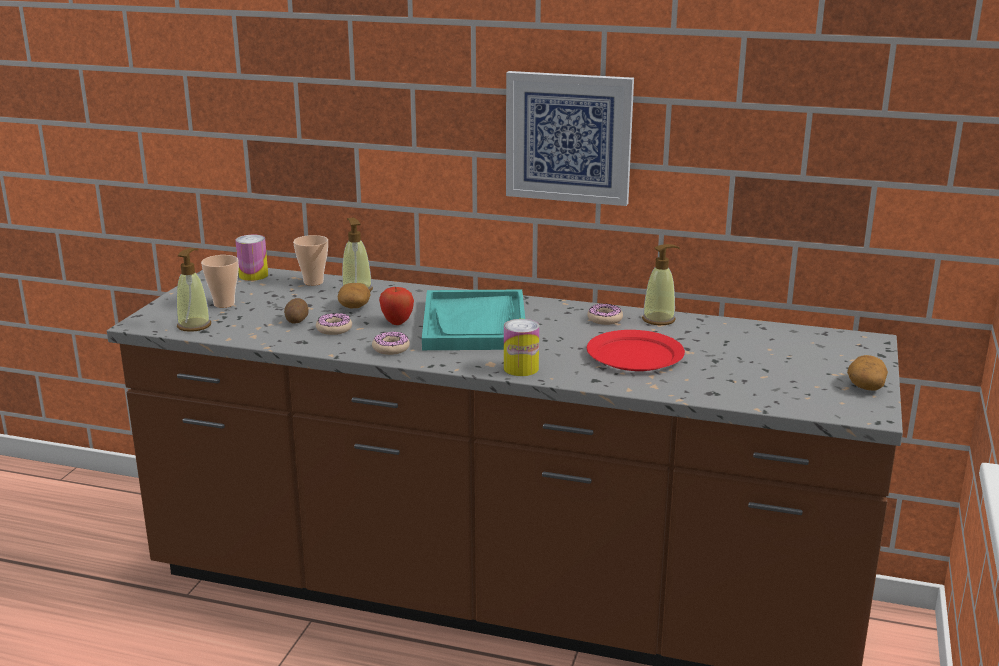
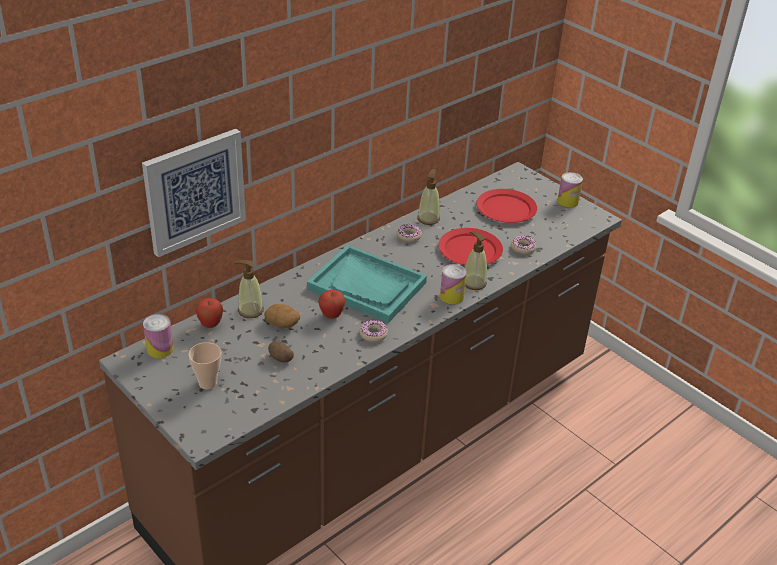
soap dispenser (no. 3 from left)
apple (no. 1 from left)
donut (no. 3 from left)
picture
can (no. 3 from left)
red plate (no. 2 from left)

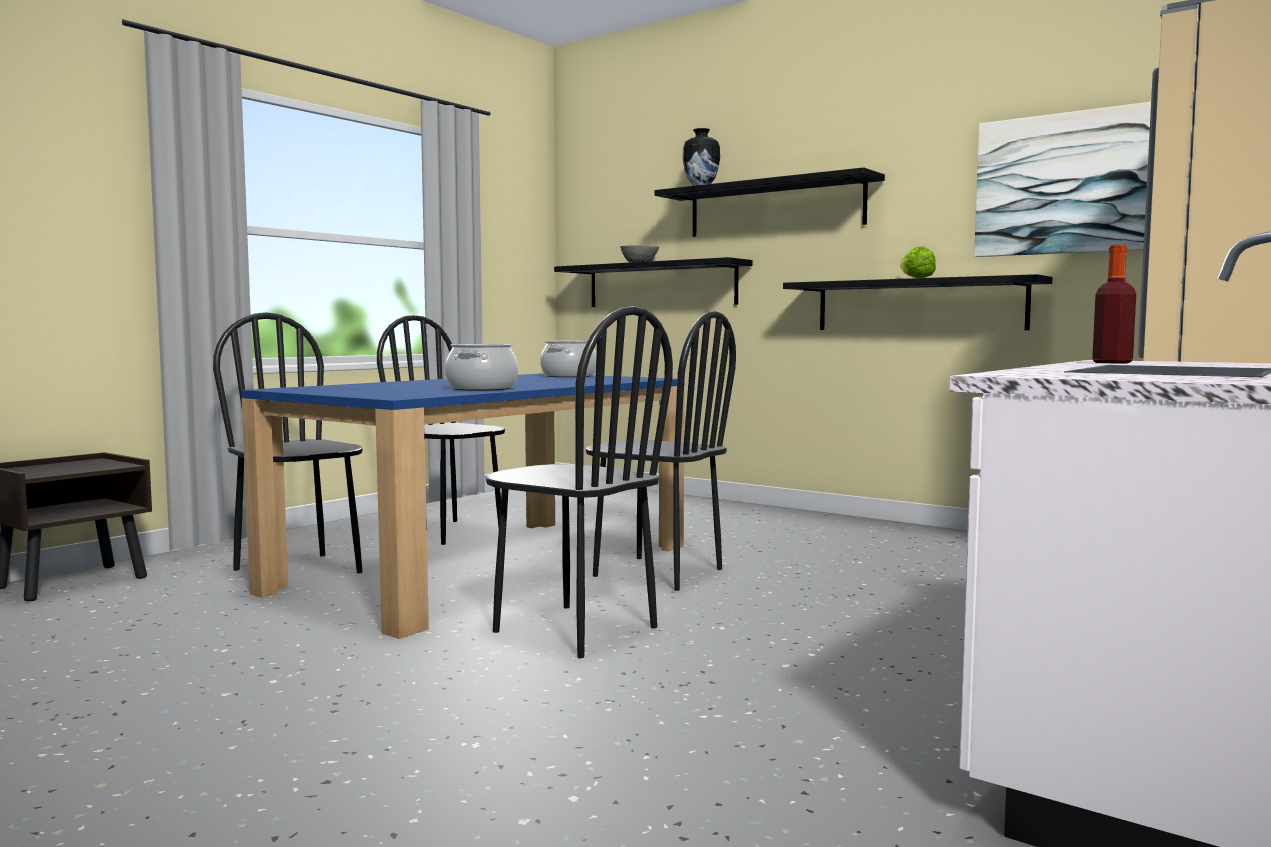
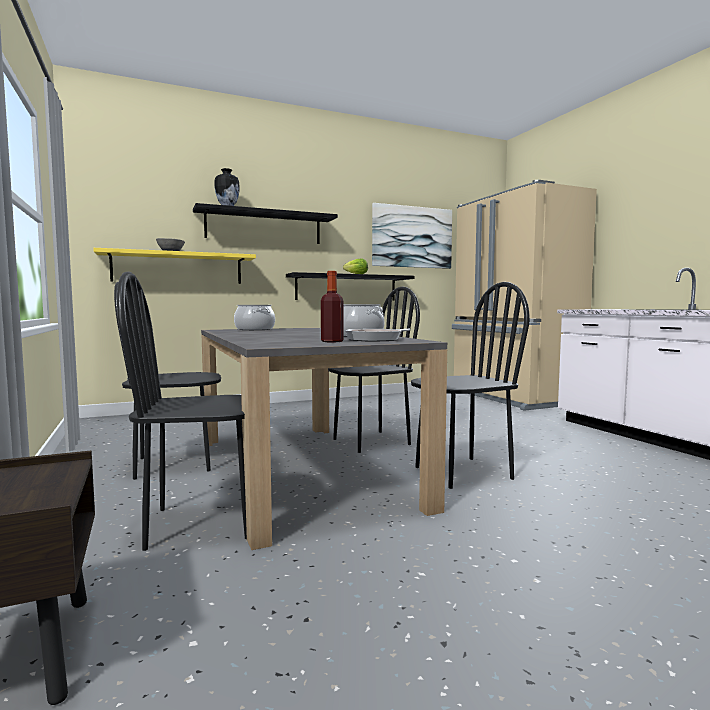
grey dining table
yellow shelf
bottle
frying pan

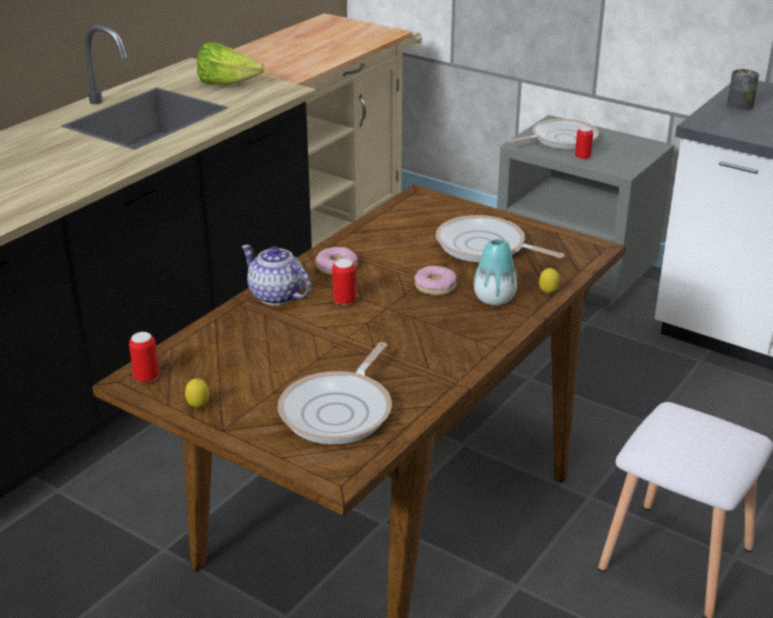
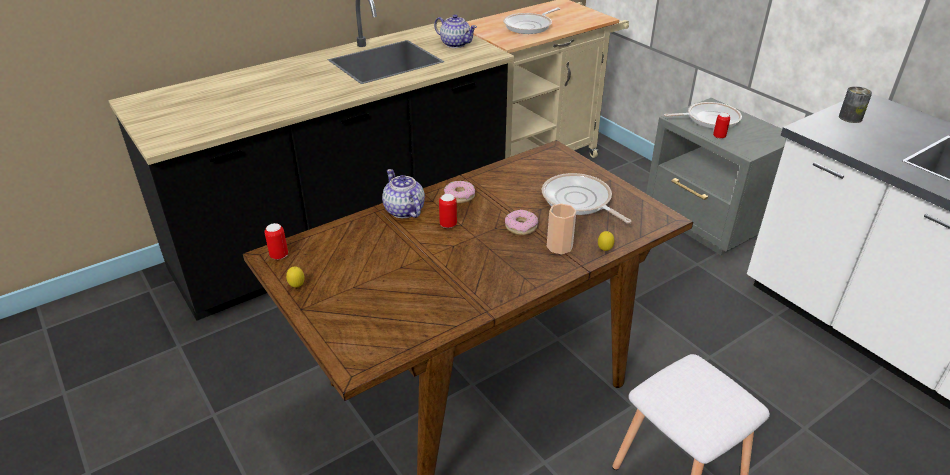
teapot (no. 2 from left)
frying pan (no. 1 from left)
cup

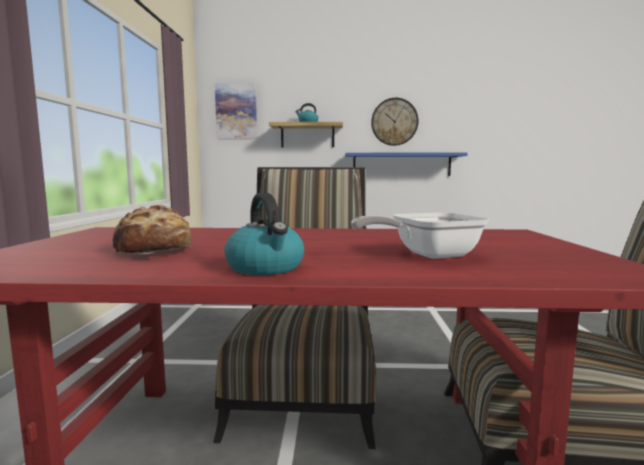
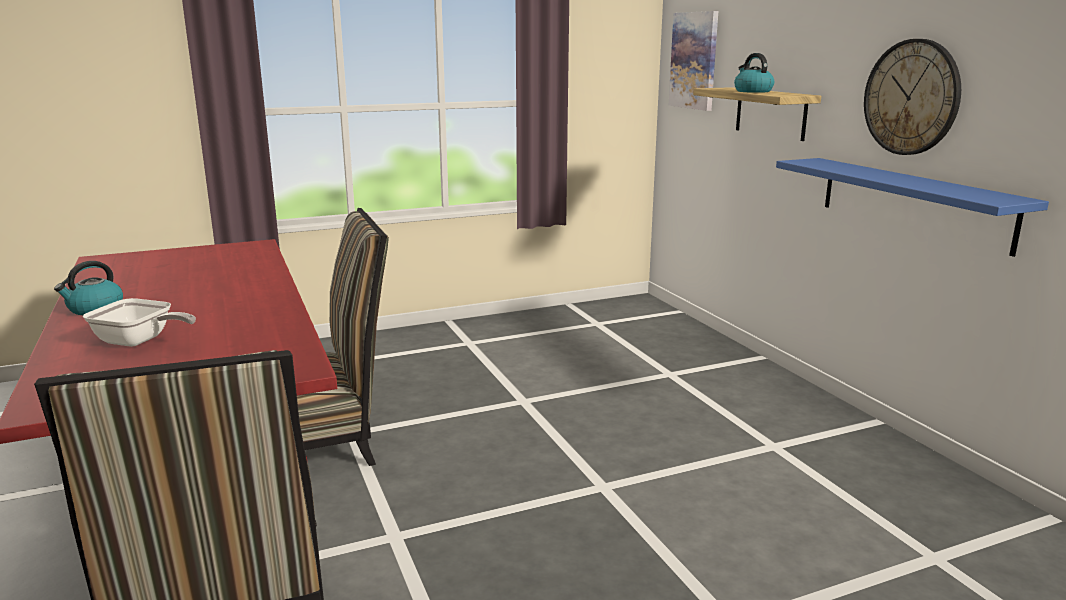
bread
frying pan

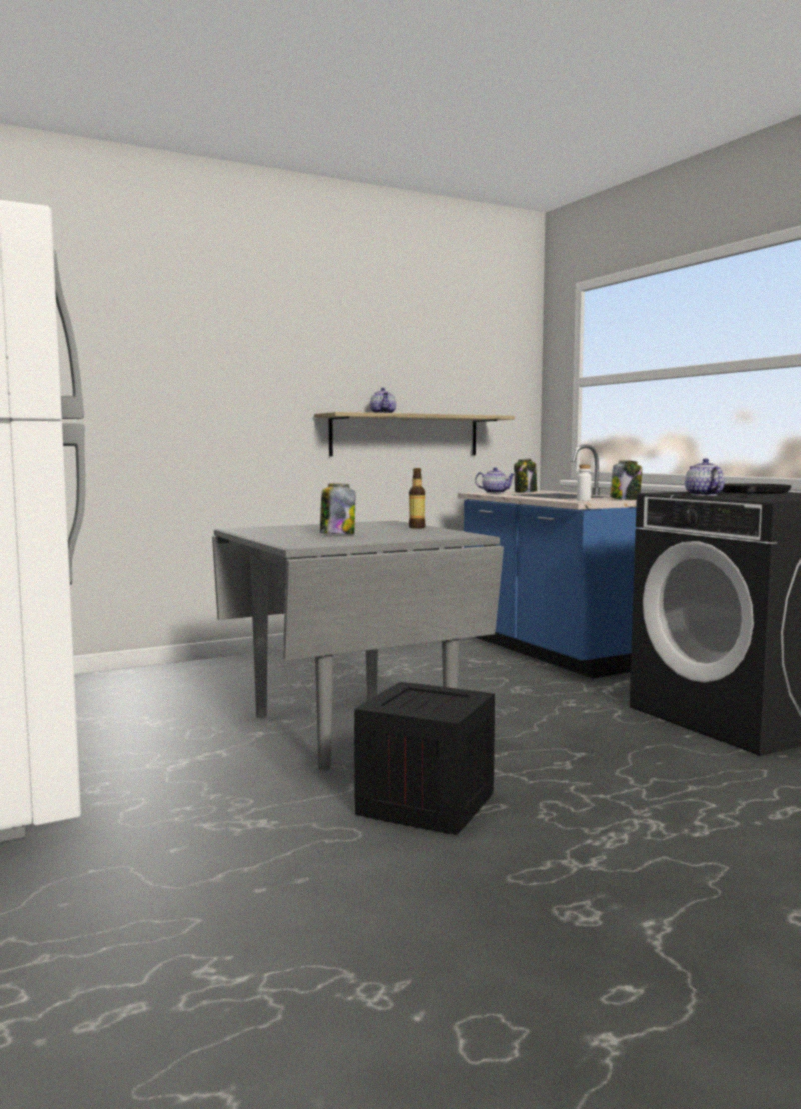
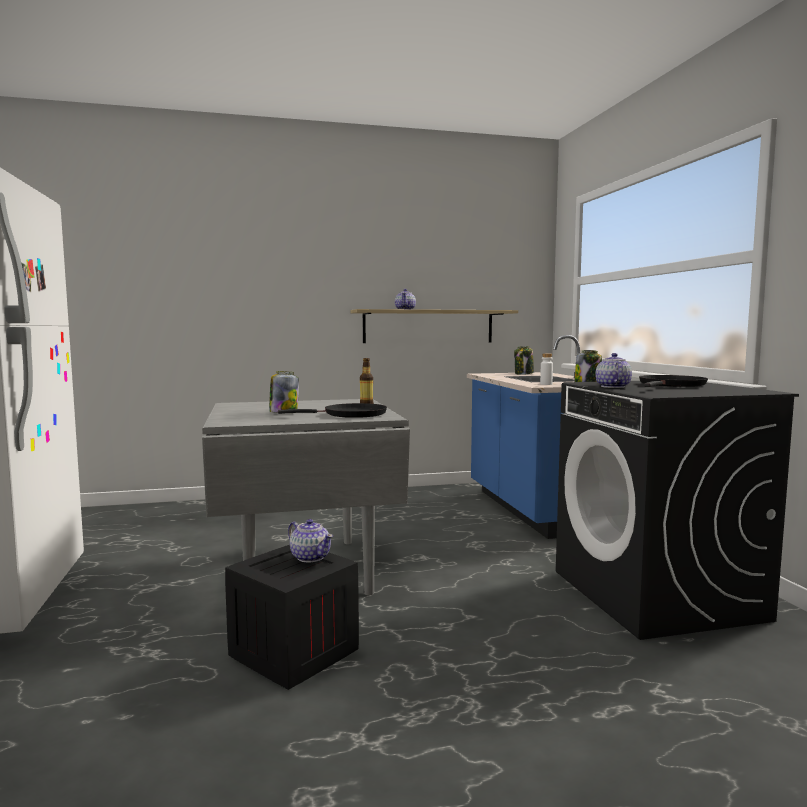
teapot (no. 1 from left)
black frying pan (no. 1 from left)

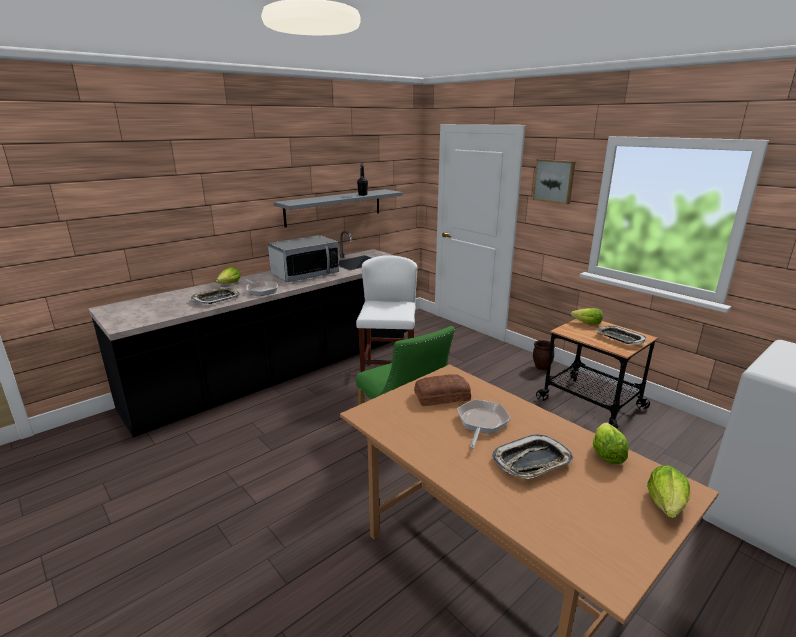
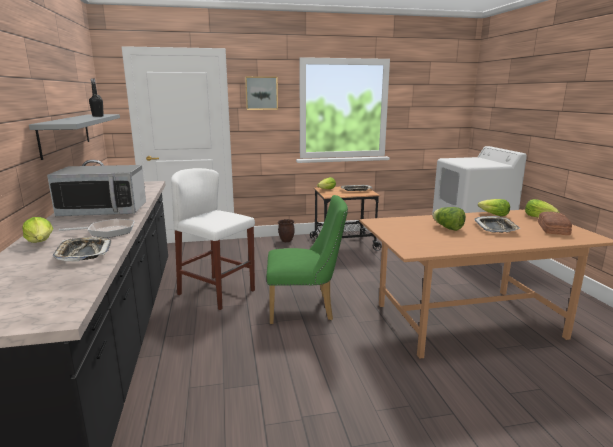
microwave
bread
lettuce (no. 3 from left)

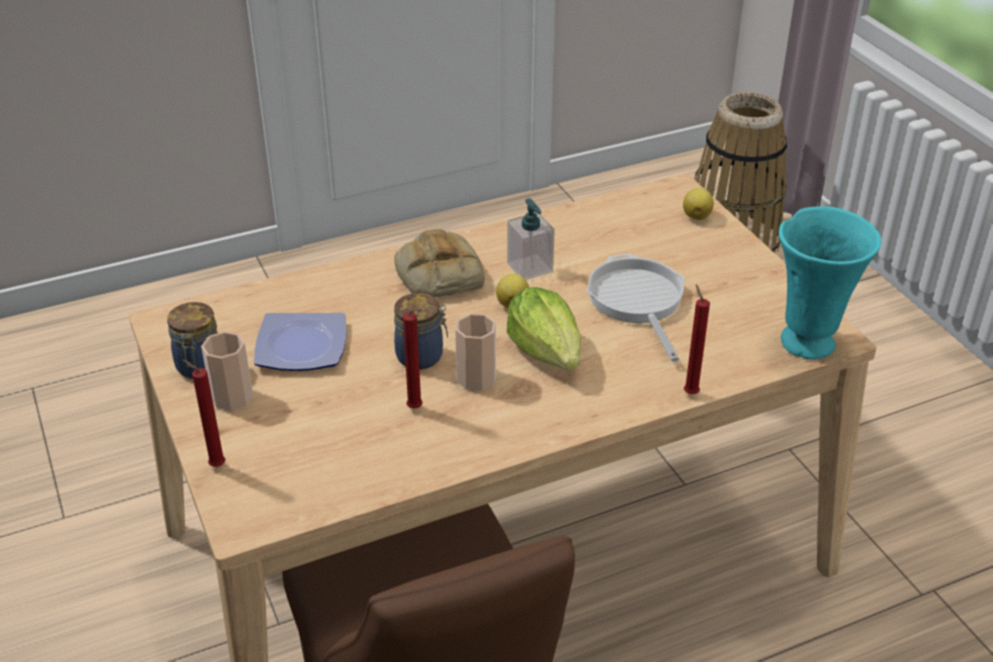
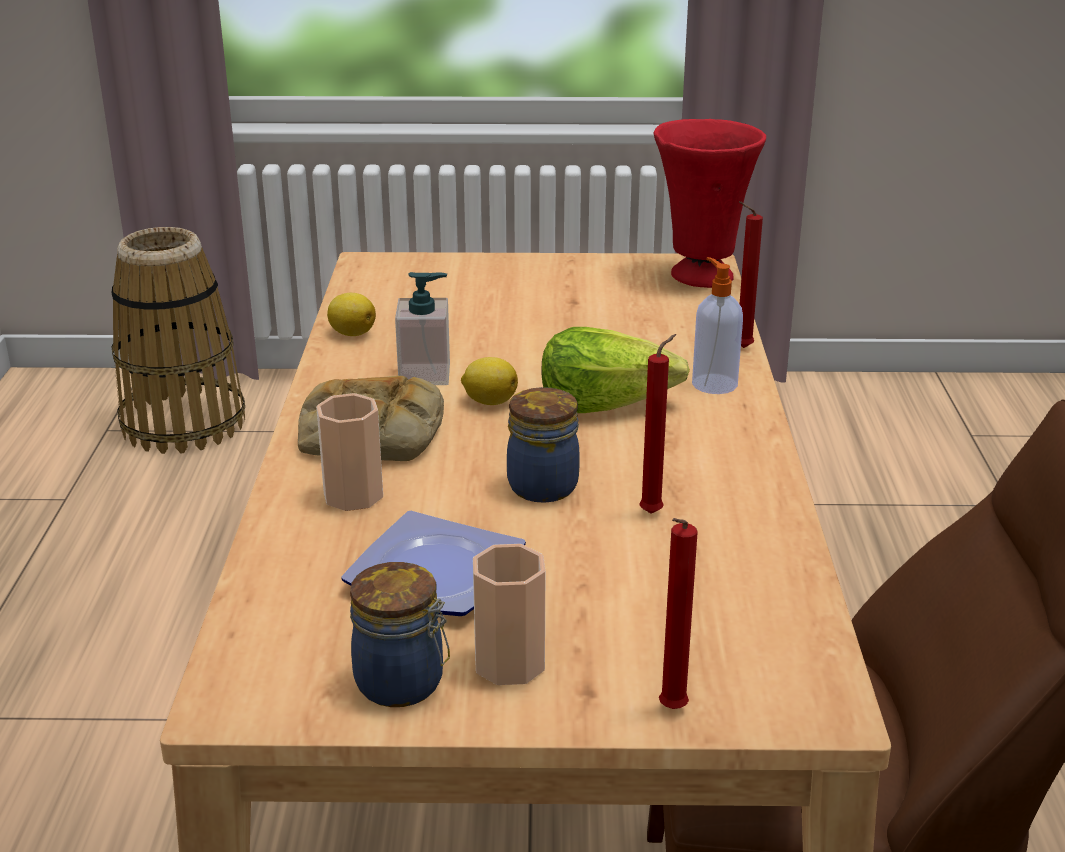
cup (no. 1 from left)
frying pan
lemon (no. 1 from left)
red vase
soap dispenser (no. 2 from left)

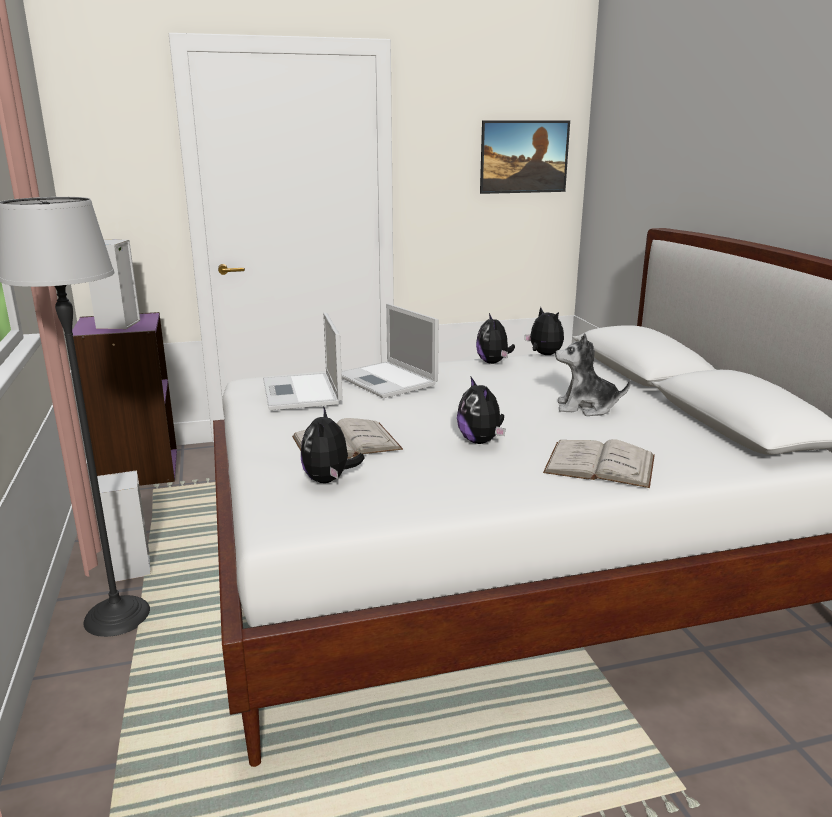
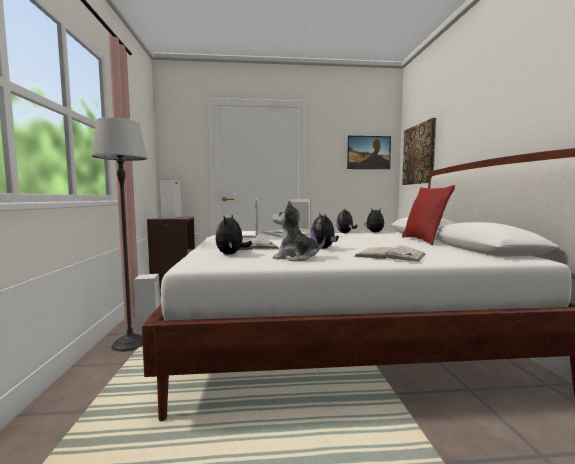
plush toy (no. 2 from left)
picture (no. 2 from left)
red pillow

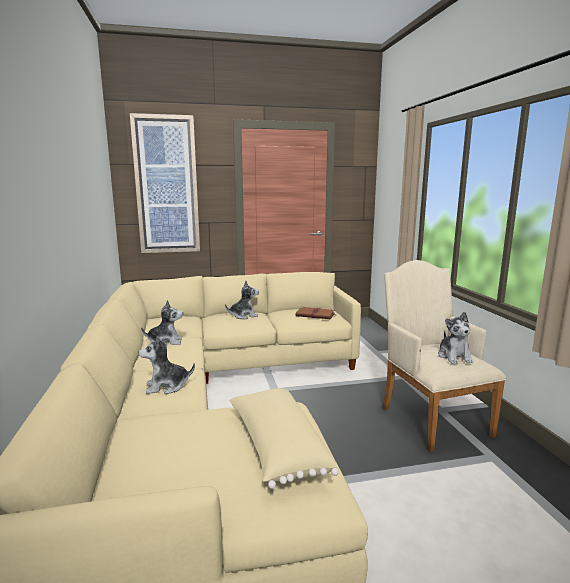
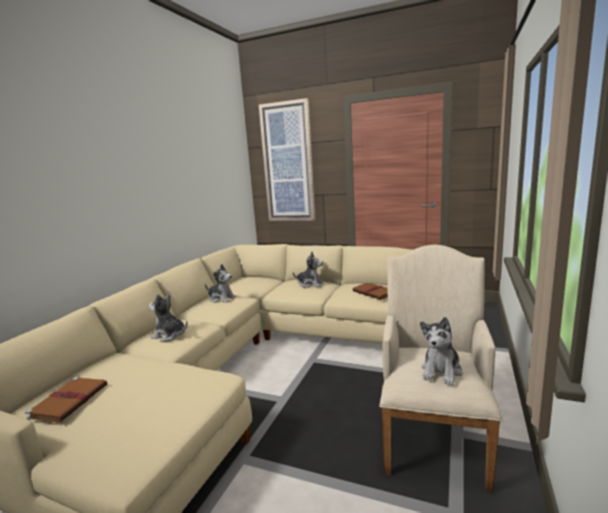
beige pillow
brown book (no. 1 from left)

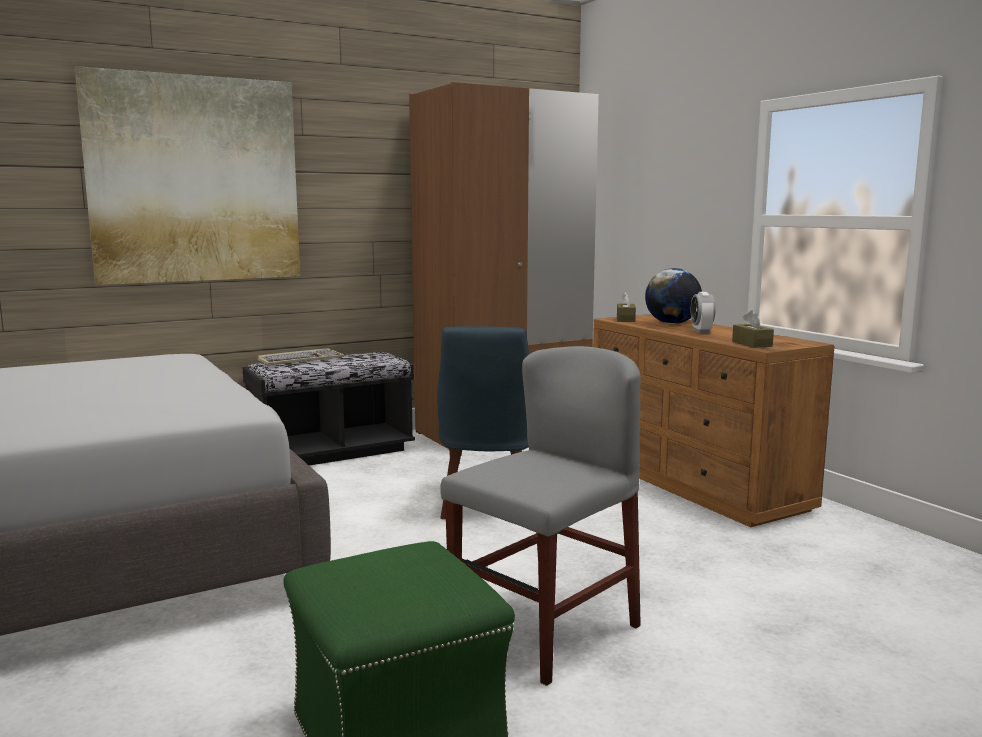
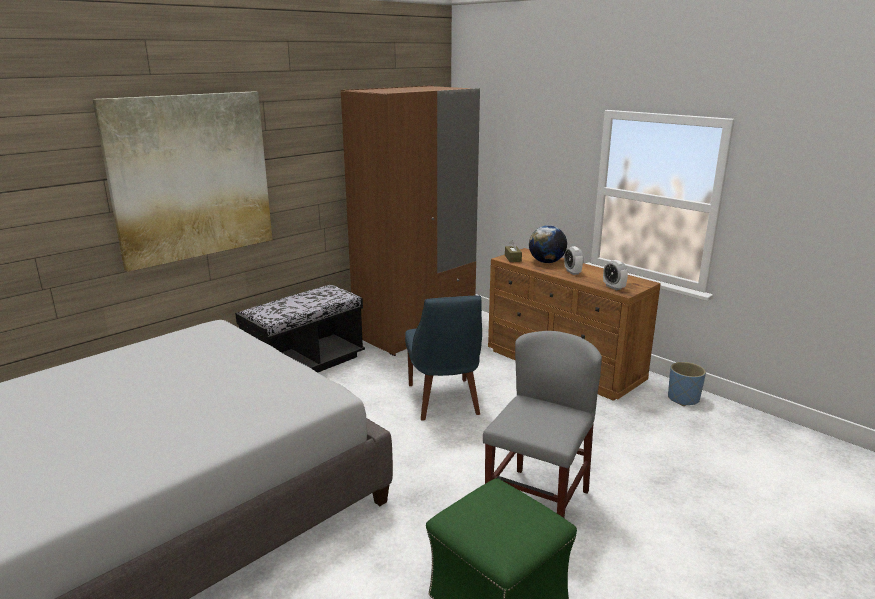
keyboard
alarm clock (no. 2 from left)
blue planter

